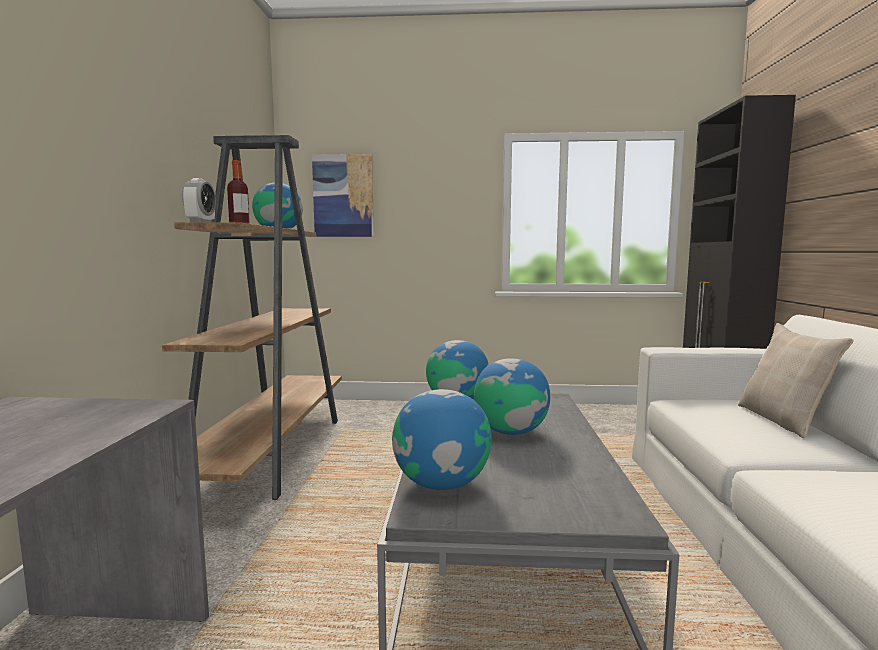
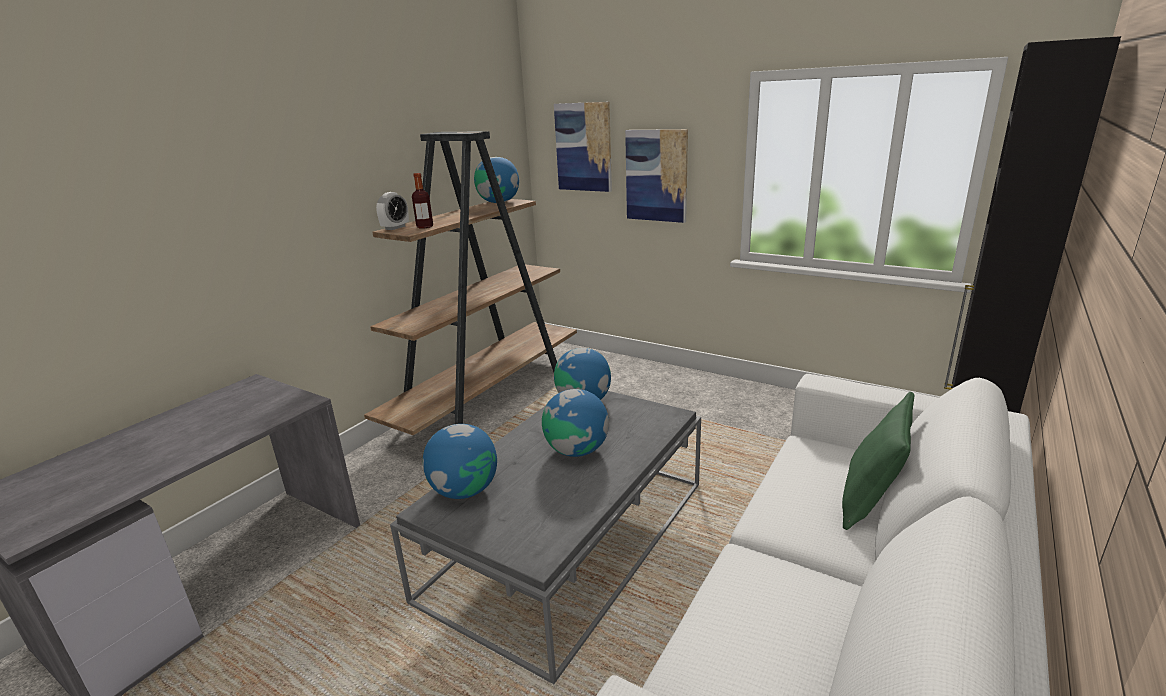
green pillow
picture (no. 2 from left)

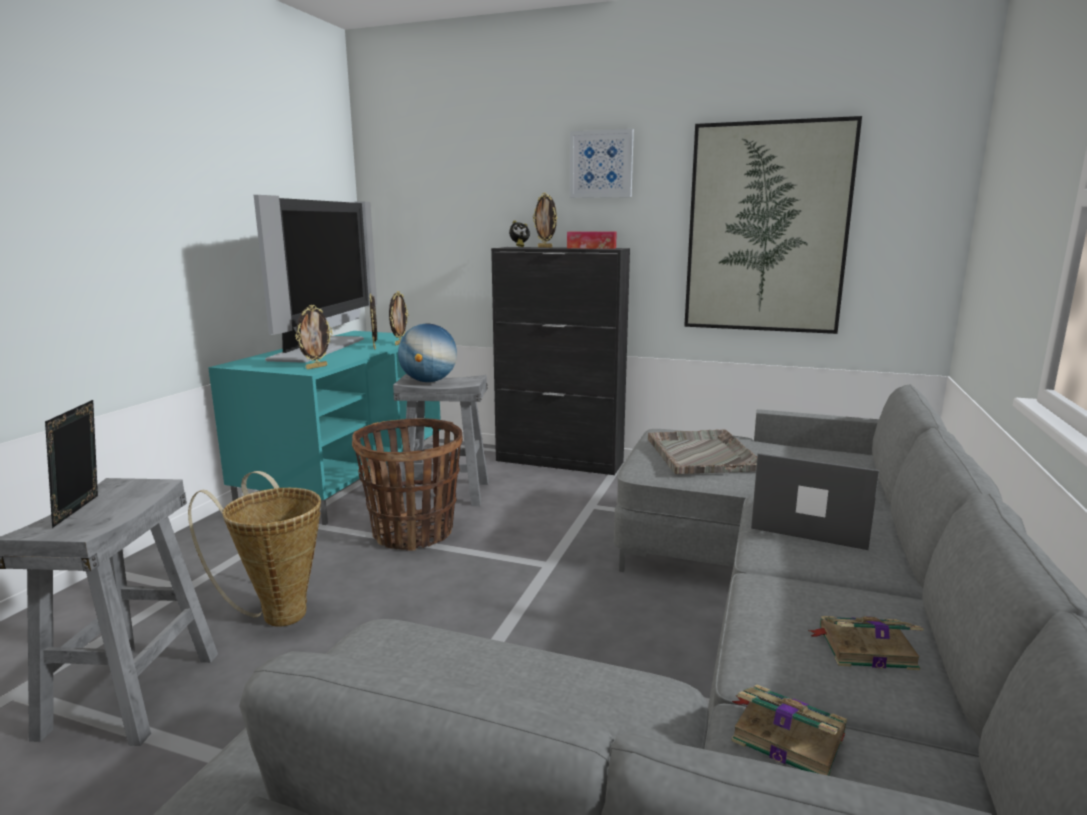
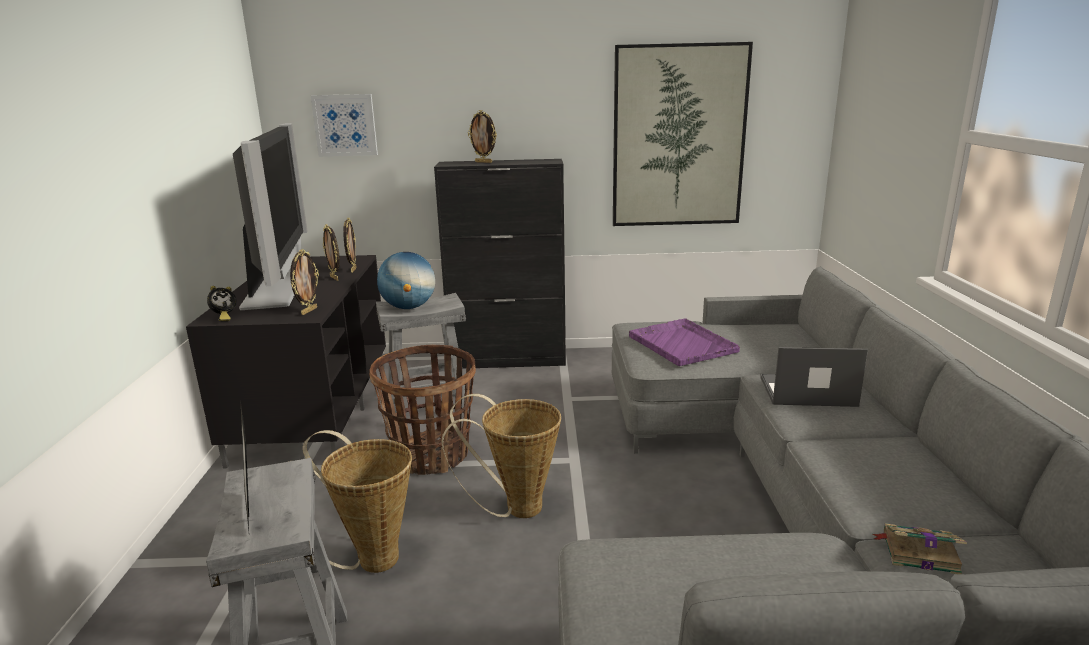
black tv stand
alarm clock
tissue box
picture (no. 1 from left)
purple tray
book (no. 2 from left in the first image)
basket (no. 3 from left)

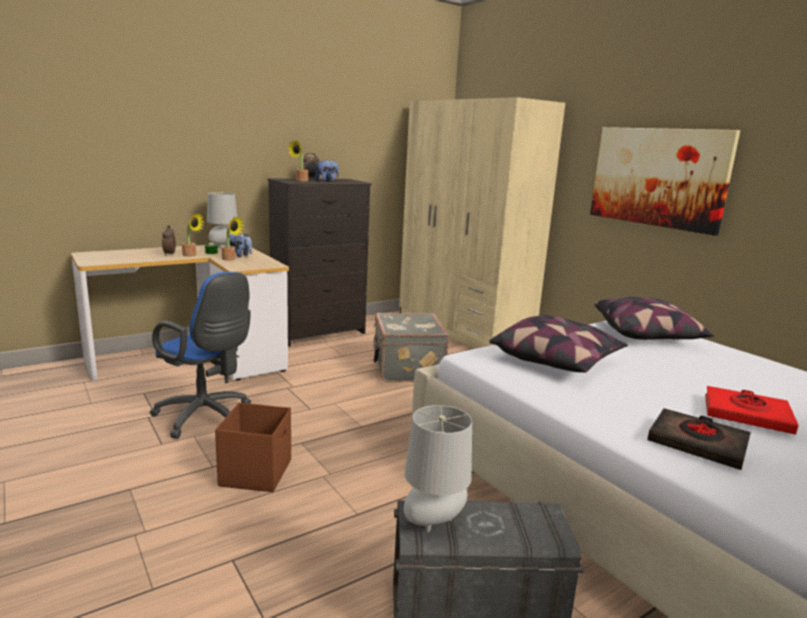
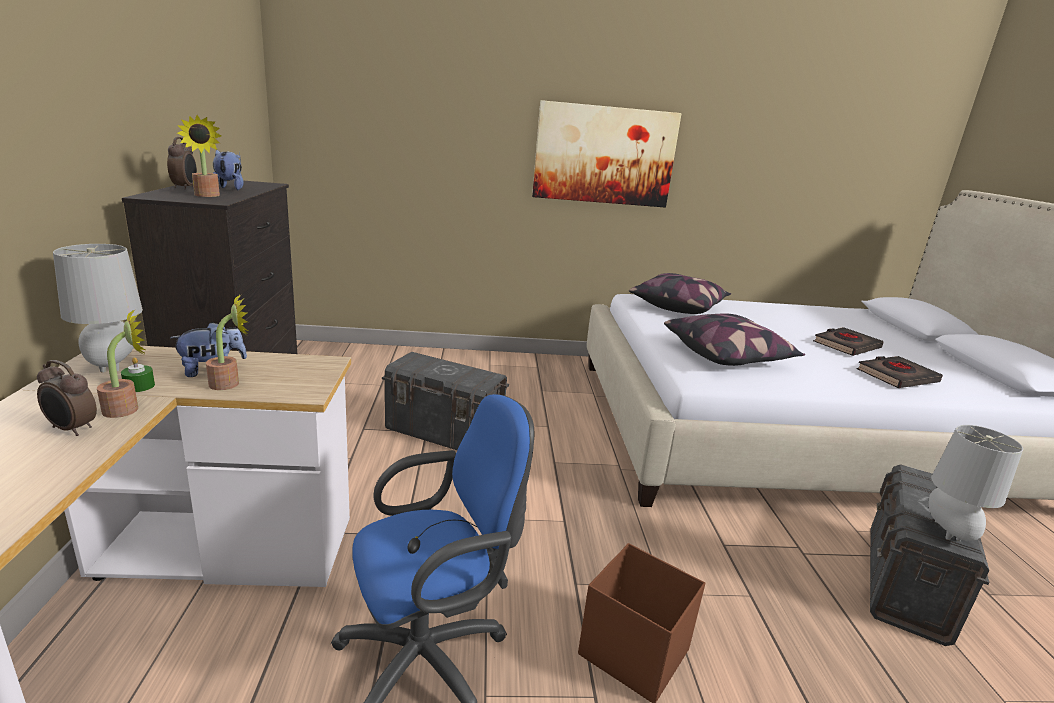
grey storage box (no. 1 from left)
beige wardrobe
black book (no. 1 from left)

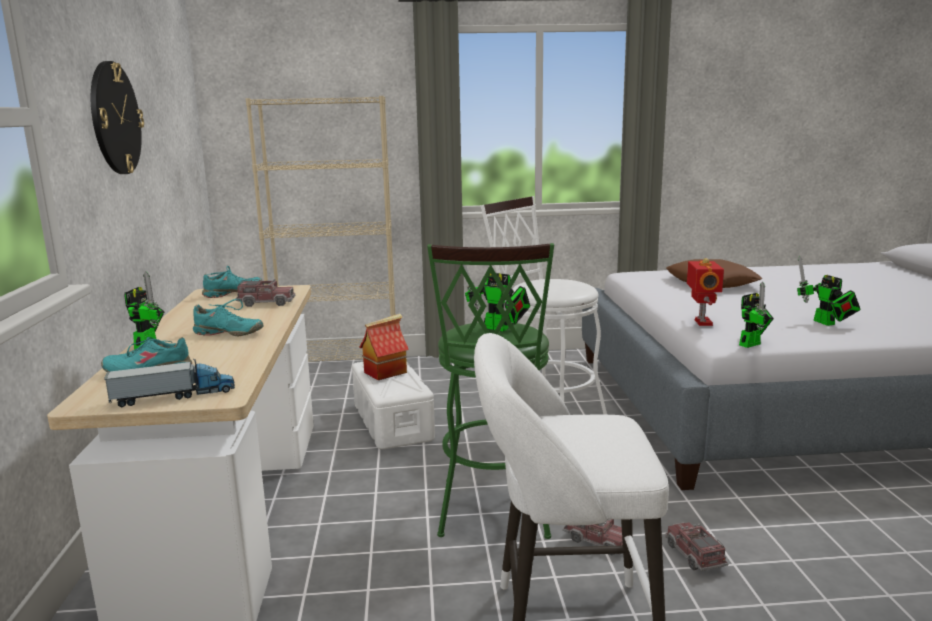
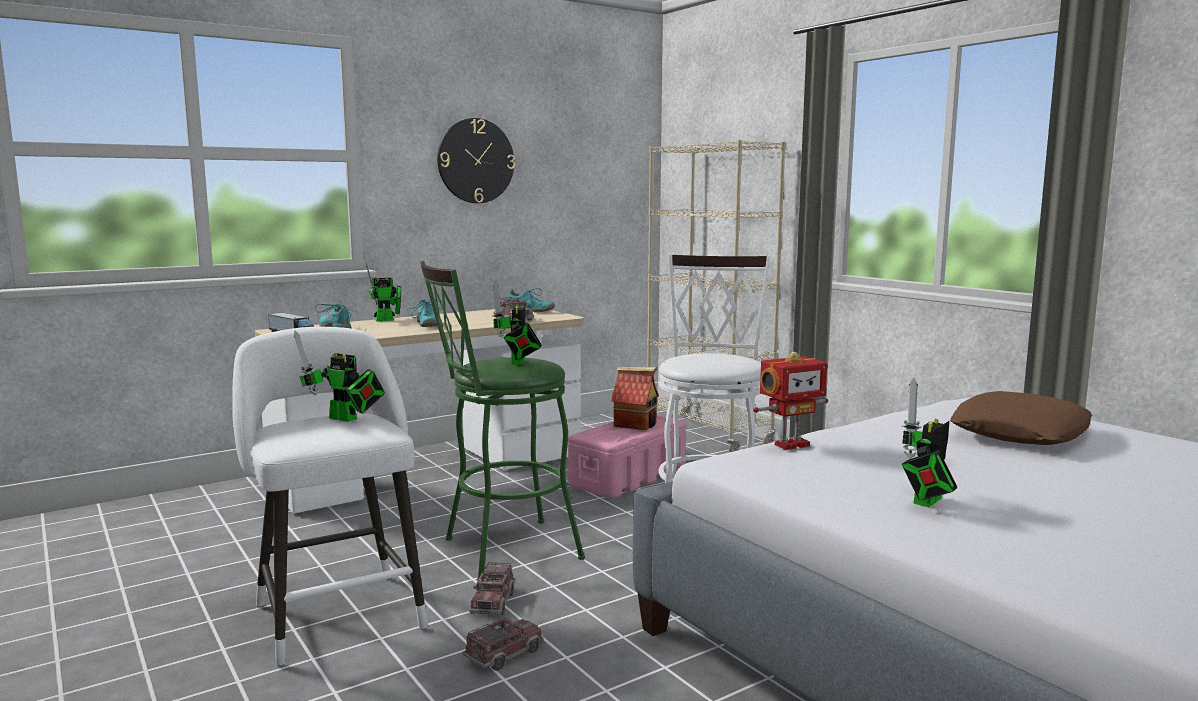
pink storage box
toy robot (no. 1 from left)

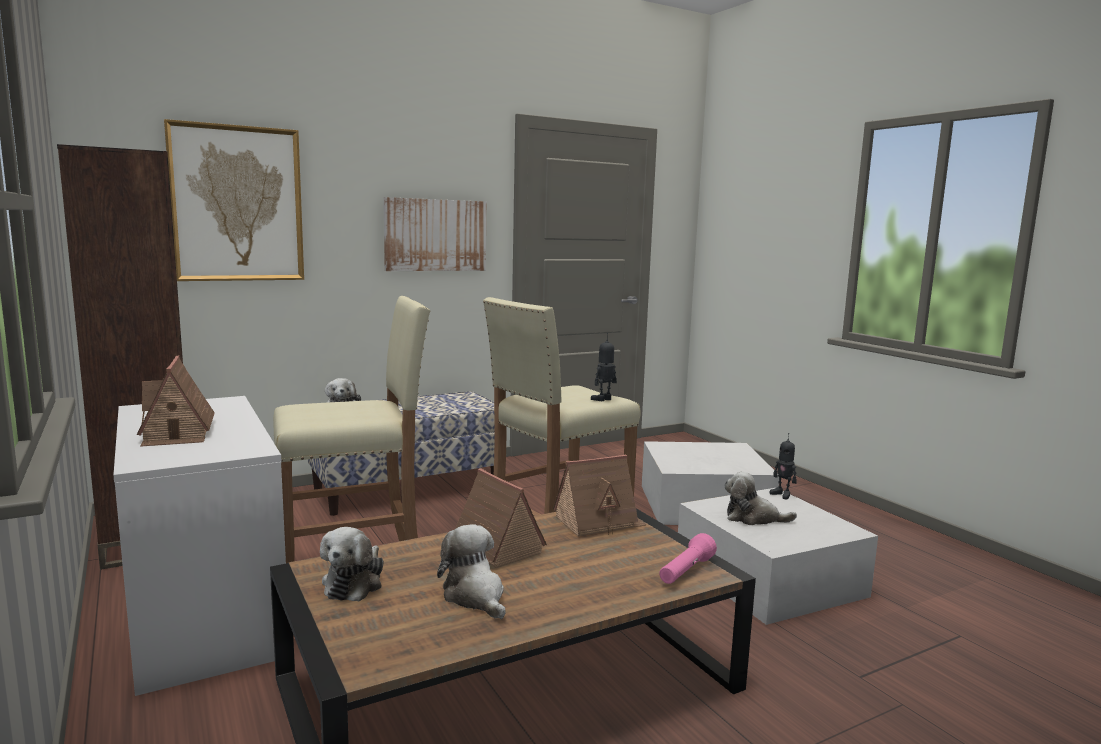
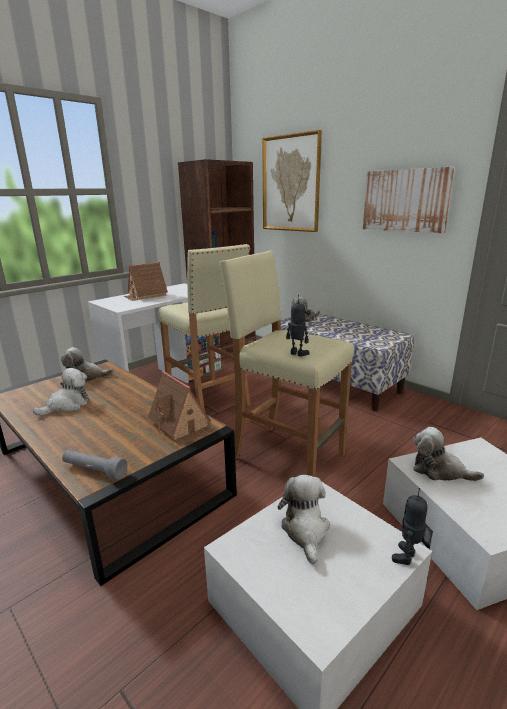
toy house (no. 2 from left in the first image)
grey flashlight
plush toy (no. 5 from left)

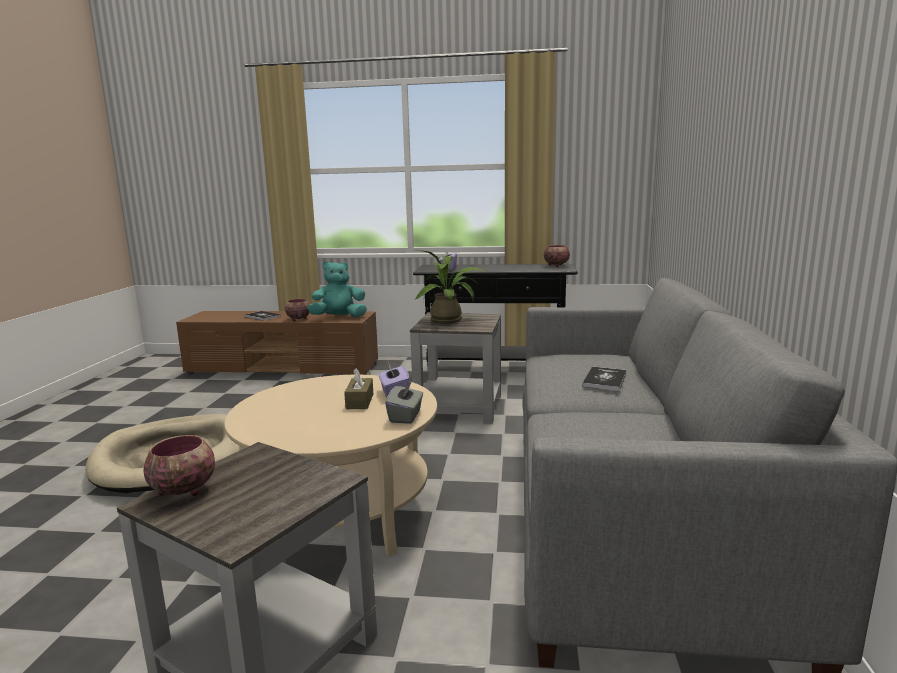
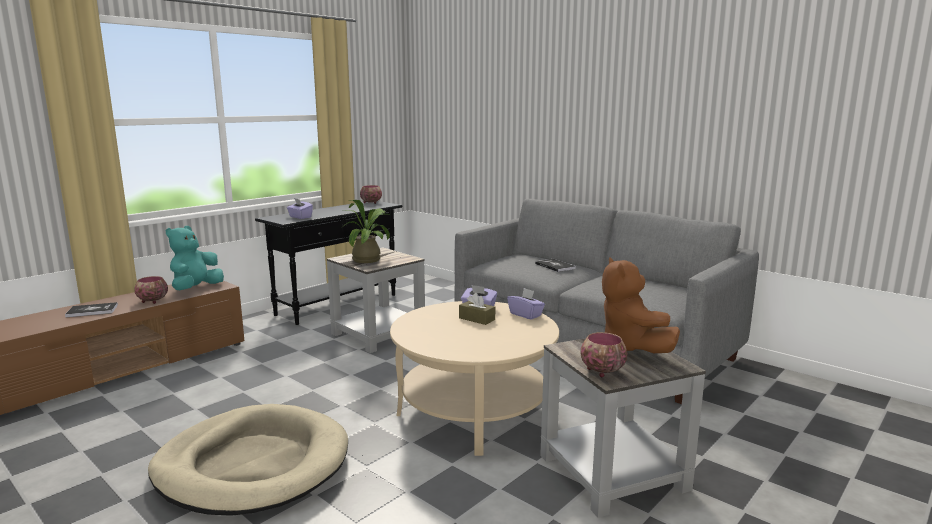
purple tissue box (no. 3 from left)
brown plush toy

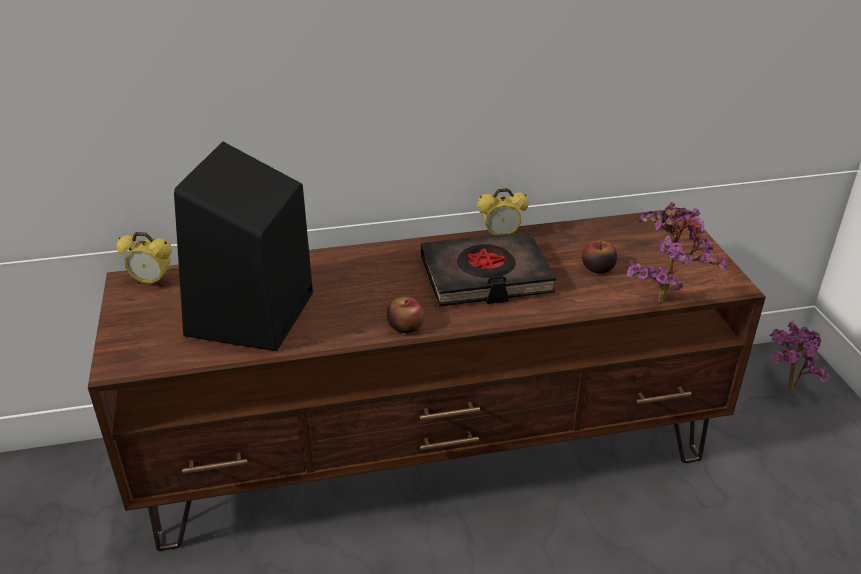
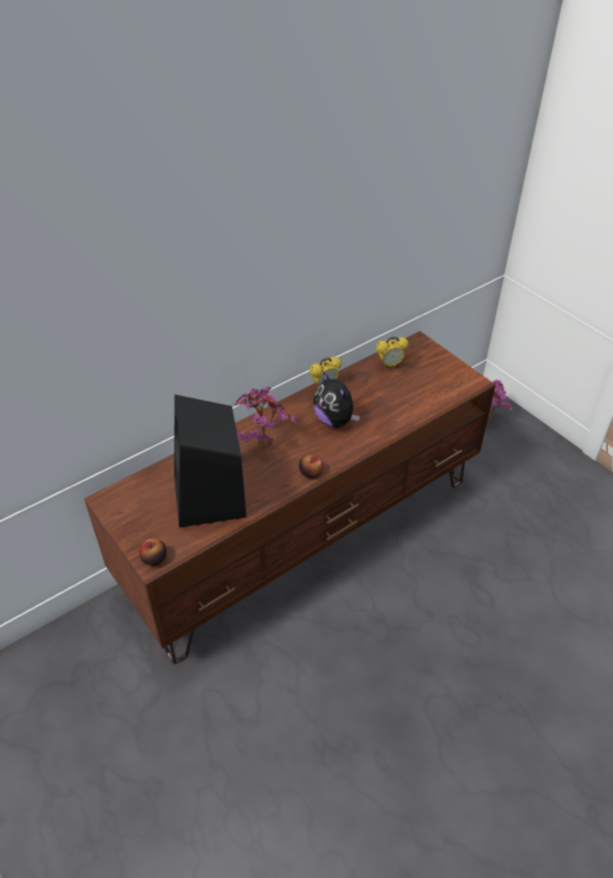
alarm clock (no. 2 from left)
plush toy
apple (no. 1 from left)
potted plant (no. 1 from left)

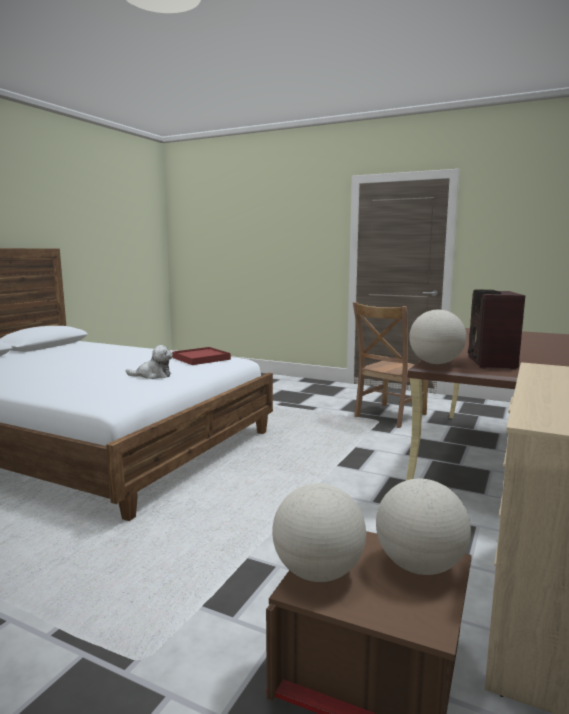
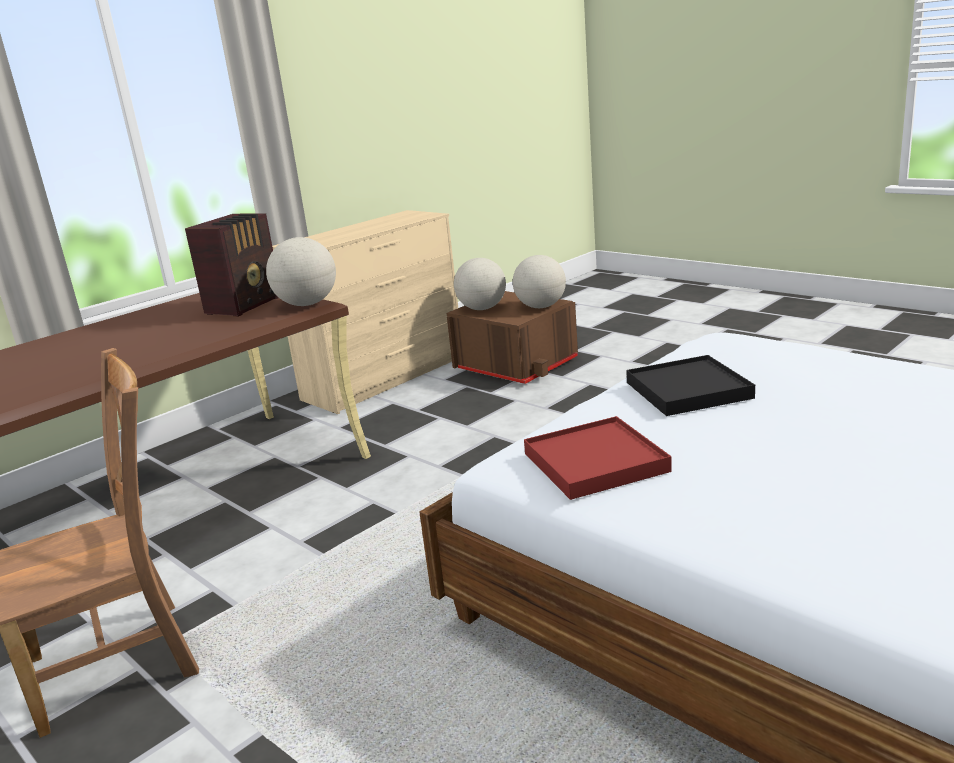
black tray

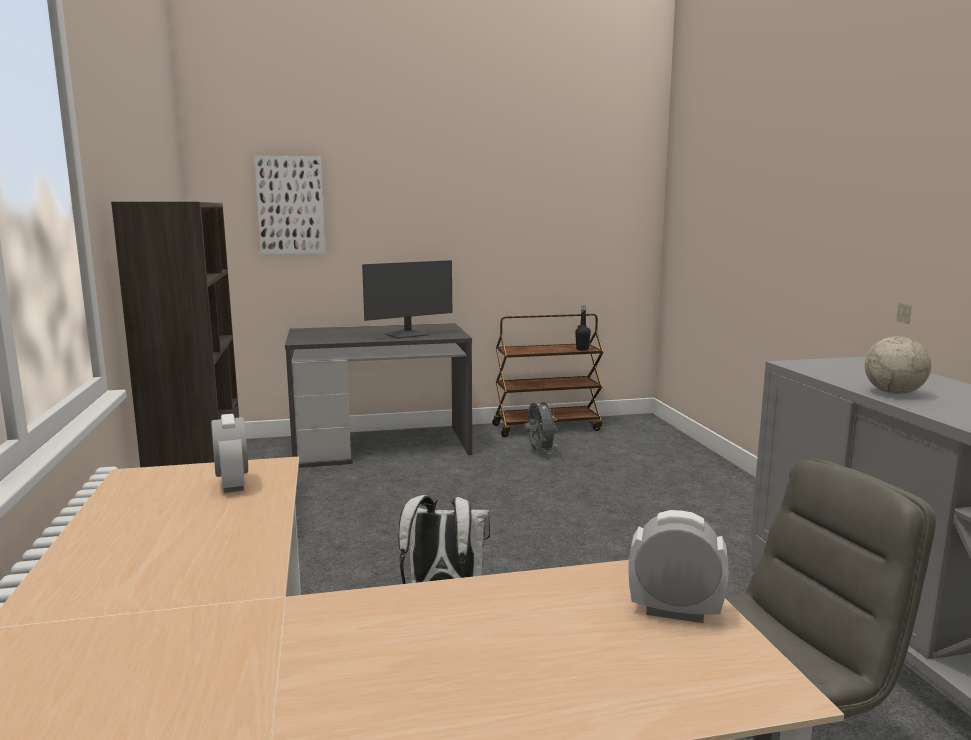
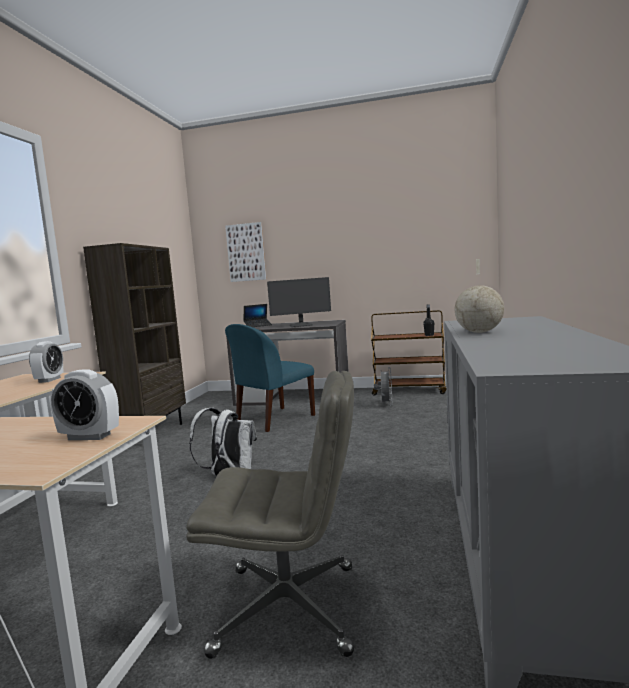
alarm clock (no. 2 from left)
blue chair
laptop

